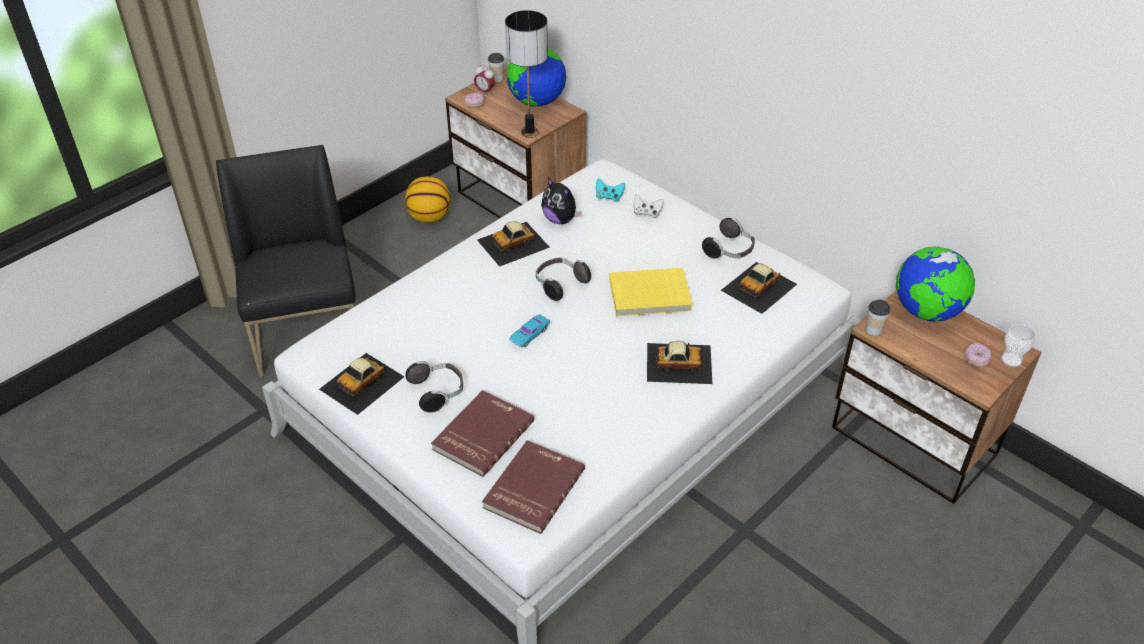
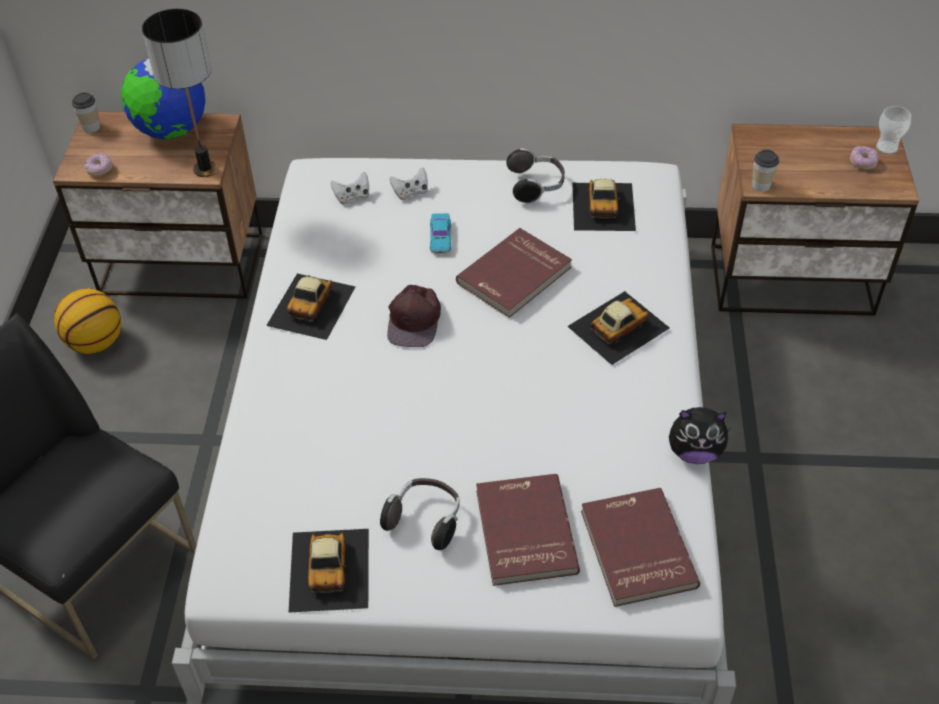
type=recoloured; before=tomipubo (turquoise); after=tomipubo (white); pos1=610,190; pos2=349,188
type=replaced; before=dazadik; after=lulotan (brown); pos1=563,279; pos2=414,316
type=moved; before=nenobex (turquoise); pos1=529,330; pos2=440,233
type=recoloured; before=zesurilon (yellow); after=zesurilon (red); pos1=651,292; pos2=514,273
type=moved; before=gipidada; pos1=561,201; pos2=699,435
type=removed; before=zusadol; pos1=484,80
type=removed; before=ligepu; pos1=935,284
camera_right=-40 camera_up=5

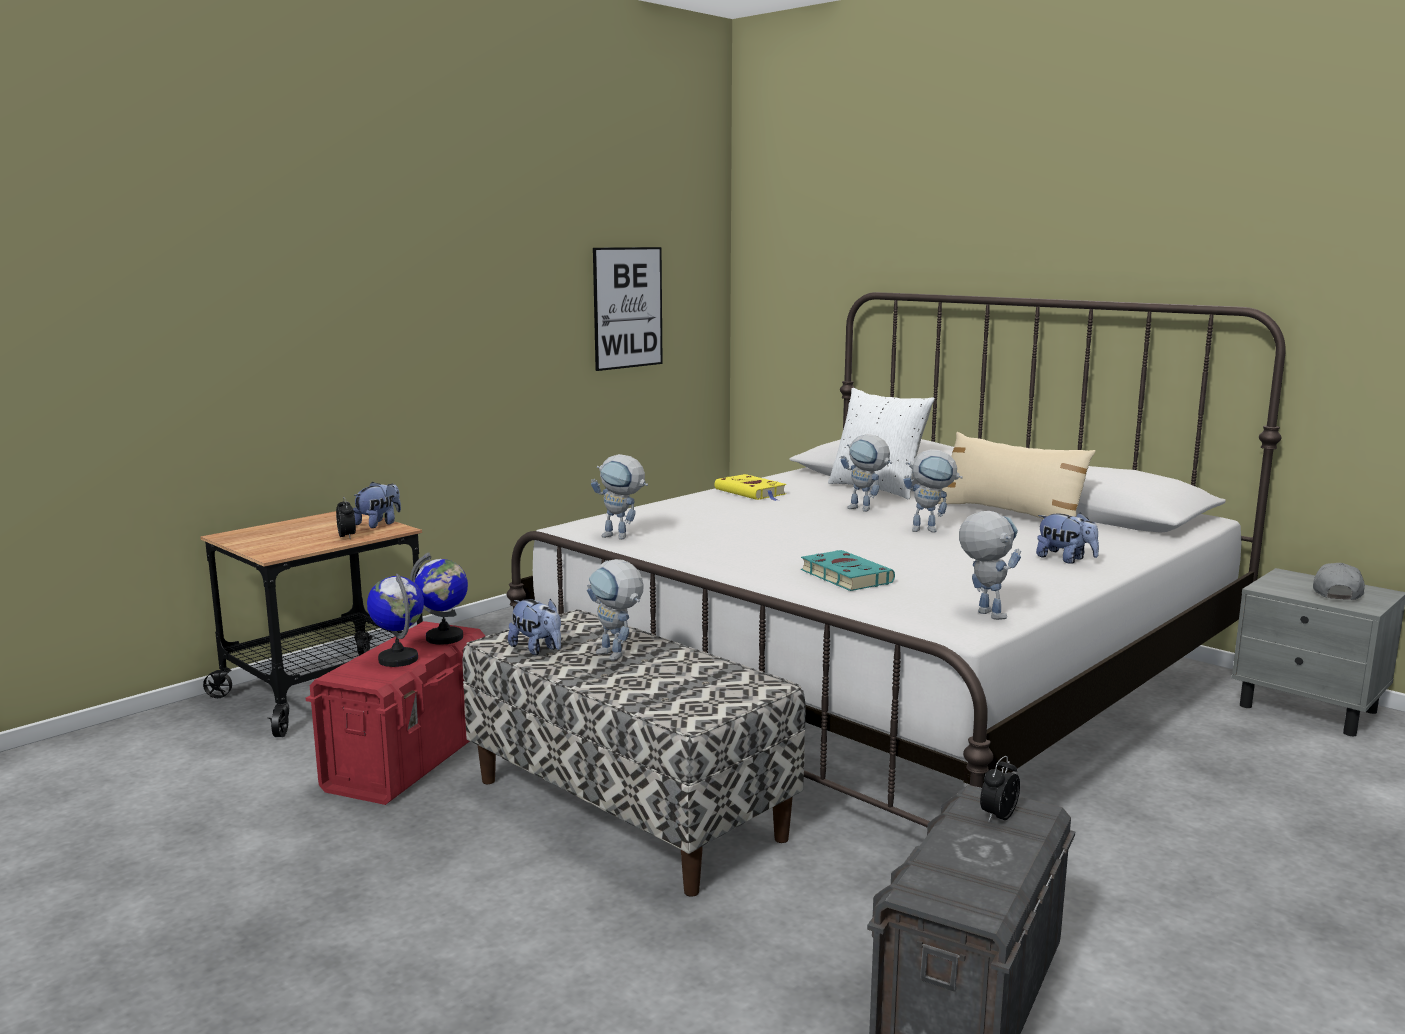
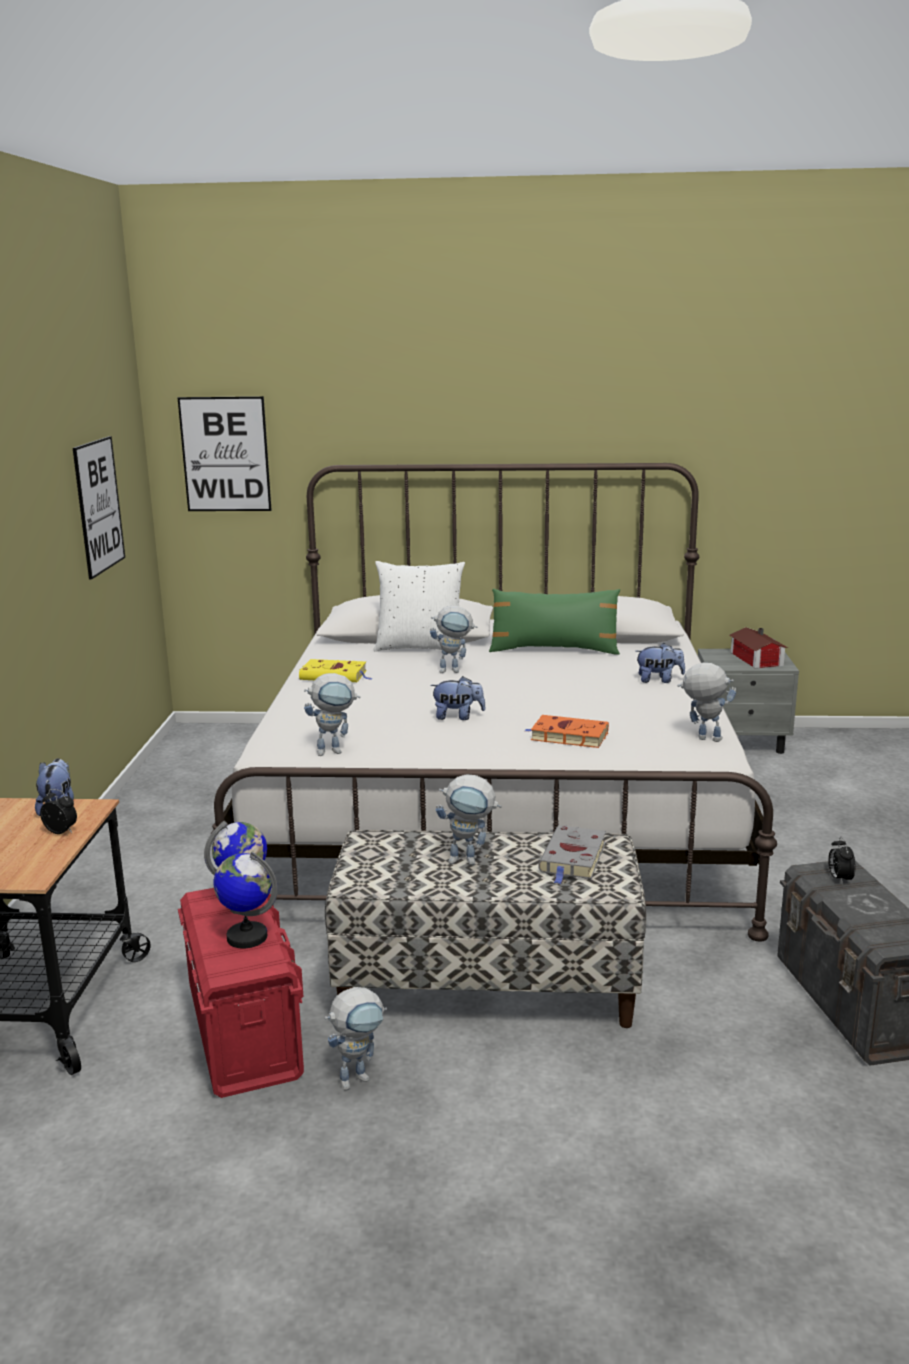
type=added; after=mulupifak; pos2=224,453
type=moved; before=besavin; pos1=933,491; pos2=356,1038
type=moved; before=gipidada; pos1=534,627; pos2=458,698
type=recoloured; before=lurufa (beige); after=lurufa (green); pos1=1017,475; pos2=554,622
type=recoloured; before=zesurilon (turquoise); after=zesurilon (orange); pos1=848,570; pos2=567,731
type=added; after=zesurilon (grey); pos2=572,854
type=replaced; before=lulotan (grey); after=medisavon; pos1=1339,581; pos2=758,647
camera_right=-40 camera_up=5

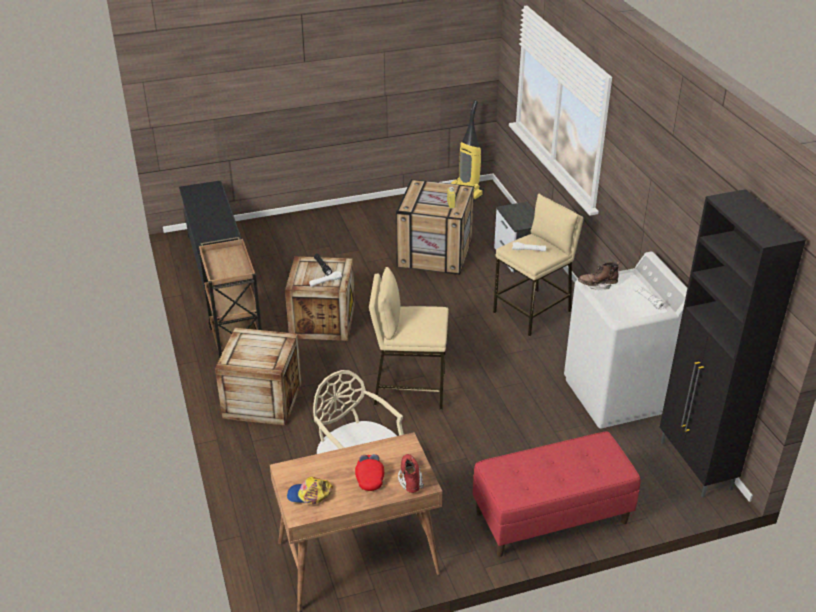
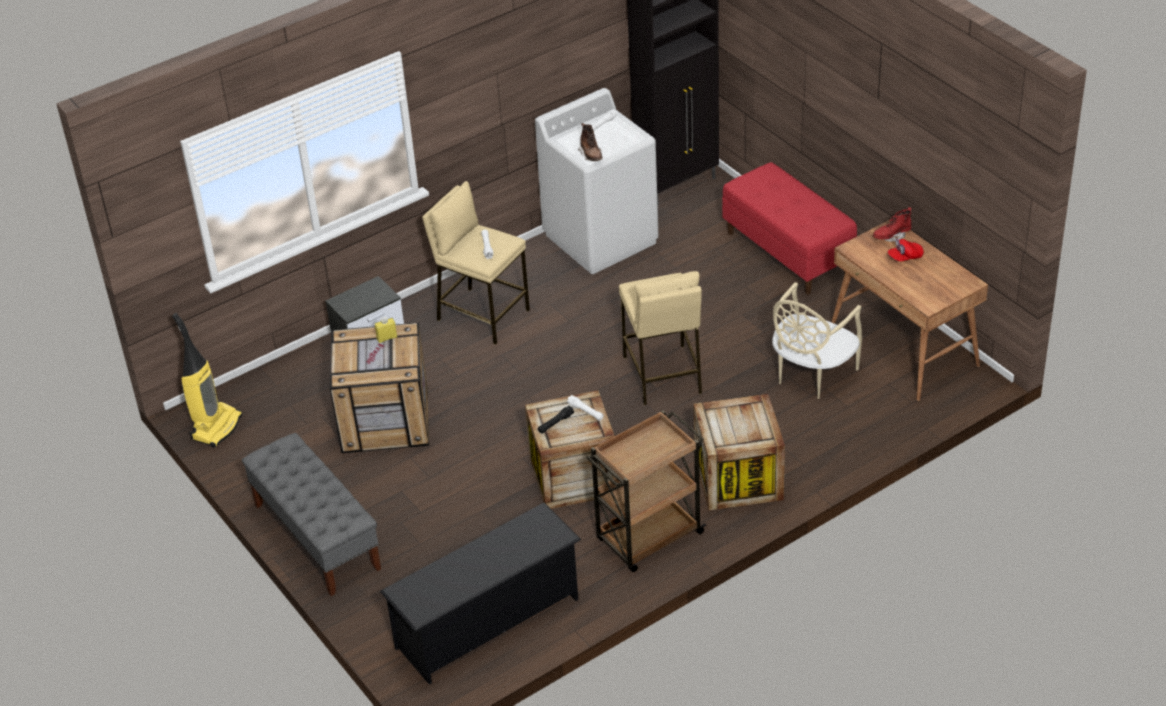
type=added; after=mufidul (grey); pos2=311,514
type=removed; before=lulotan; pos1=310,490
camera_right=-105 camera_up=5

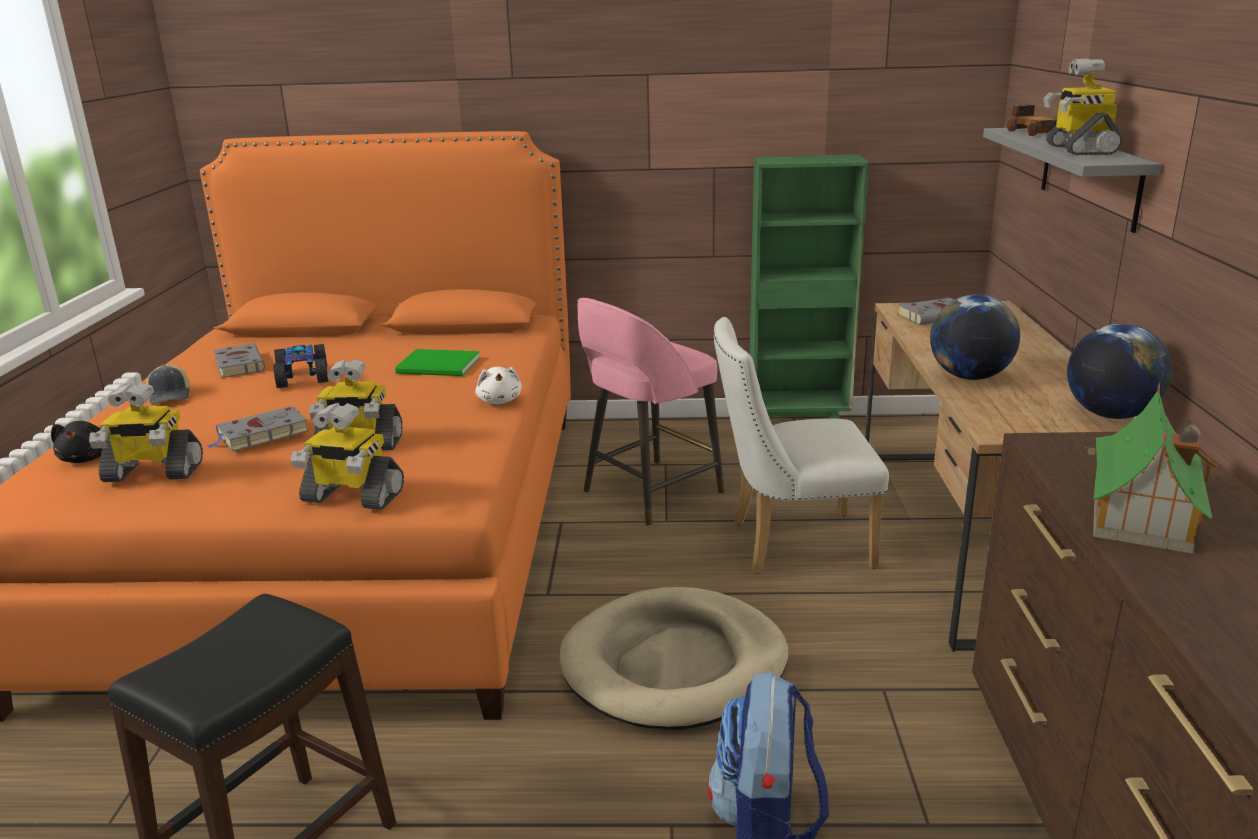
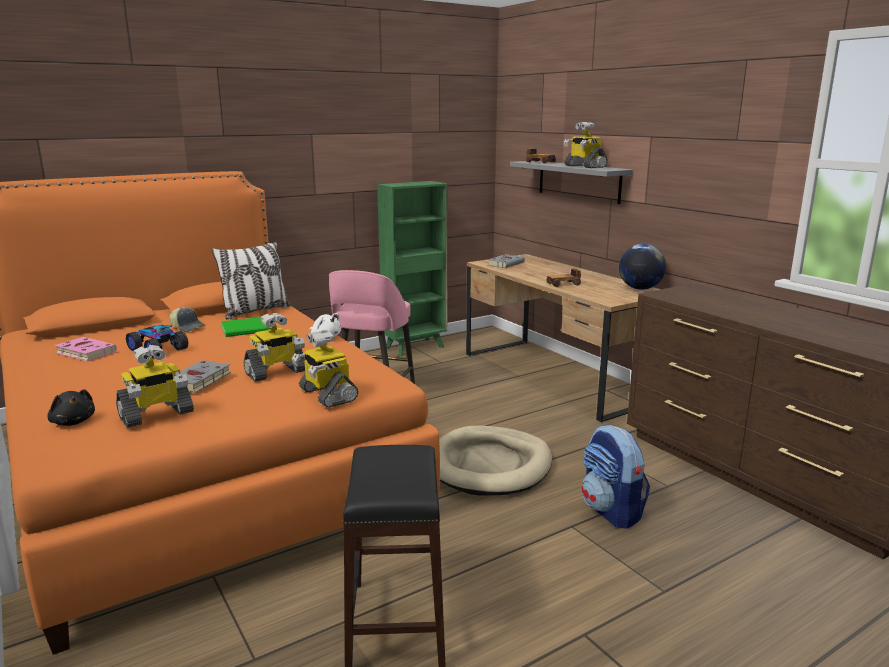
type=recoloured; before=zesurilon (grey); after=zesurilon (pink); pos1=239,361; pos2=85,349
type=moved; before=lulotan; pos1=168,384; pos2=187,319
type=added; after=lurufa; pos2=251,280
type=turned; before=besavin; pos1=347,456; pos2=325,369; turn=75
type=replaced; before=ligepu; after=nenobex; pos1=975,337; pos2=563,277
type=removed; before=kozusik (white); pos1=801,445
type=removed; before=medisavon; pos1=1150,467
camera_right=-35 camera_up=-5

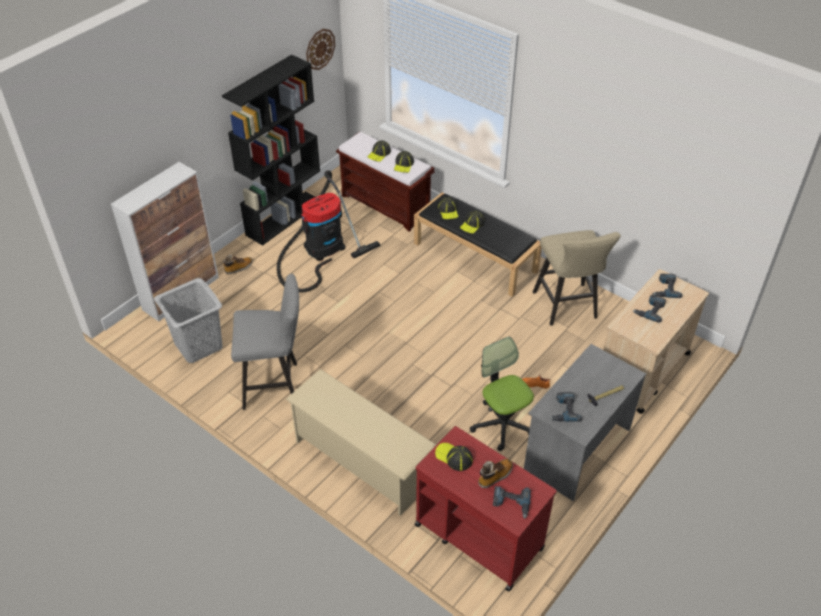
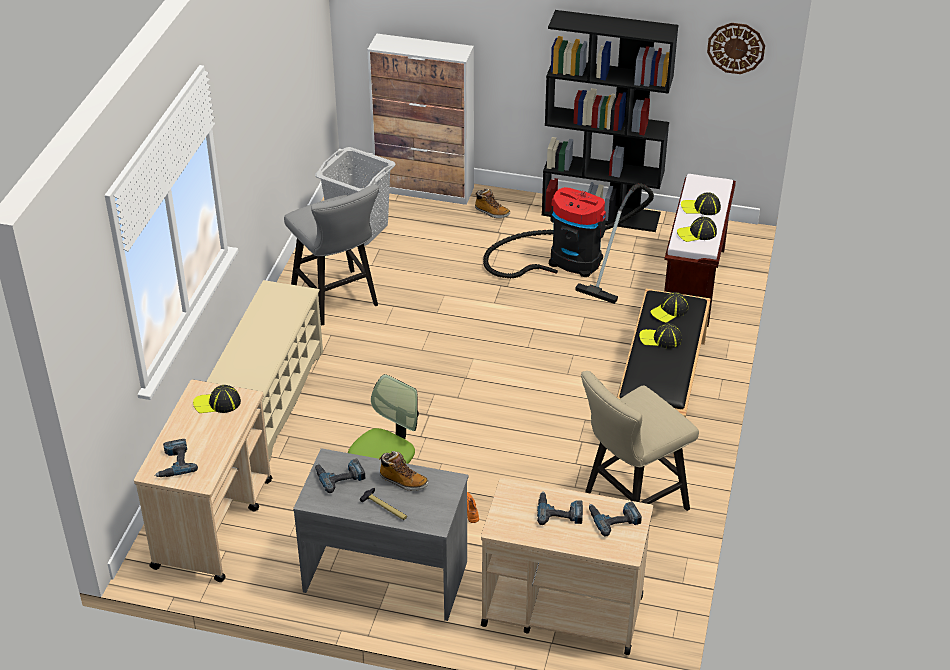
type=recoloured; before=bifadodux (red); after=bifadodux (beige); pos1=486,509; pos2=203,481
type=turned; before=lulotan; pos1=454,457; pos2=217,399; turn=-105
type=moved; before=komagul; pos1=495,473; pos2=403,471
camera_right=65 camera_up=-5

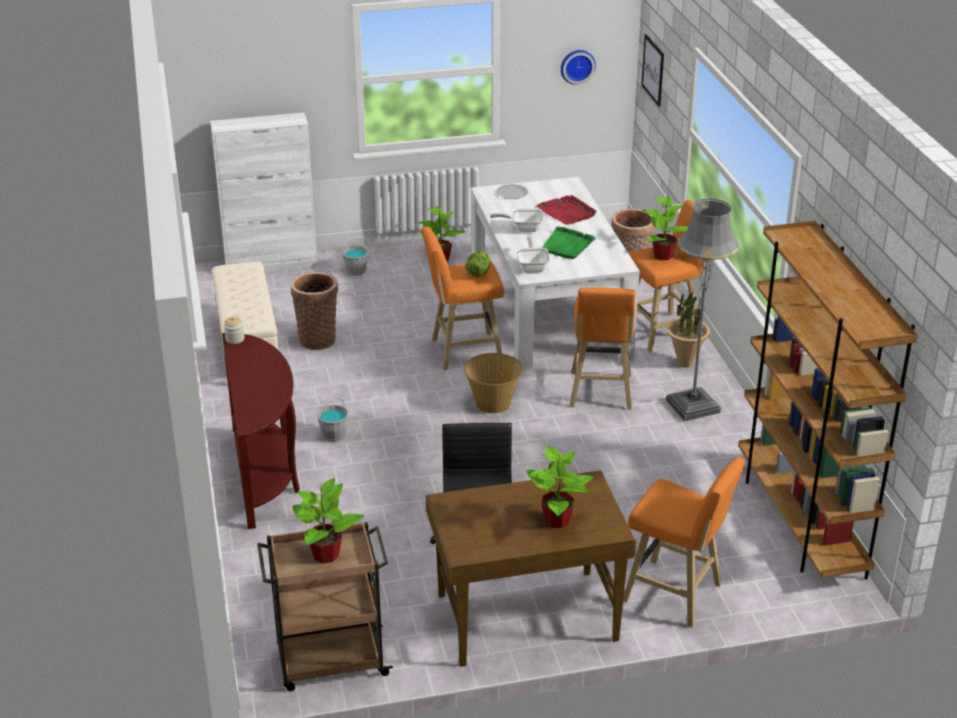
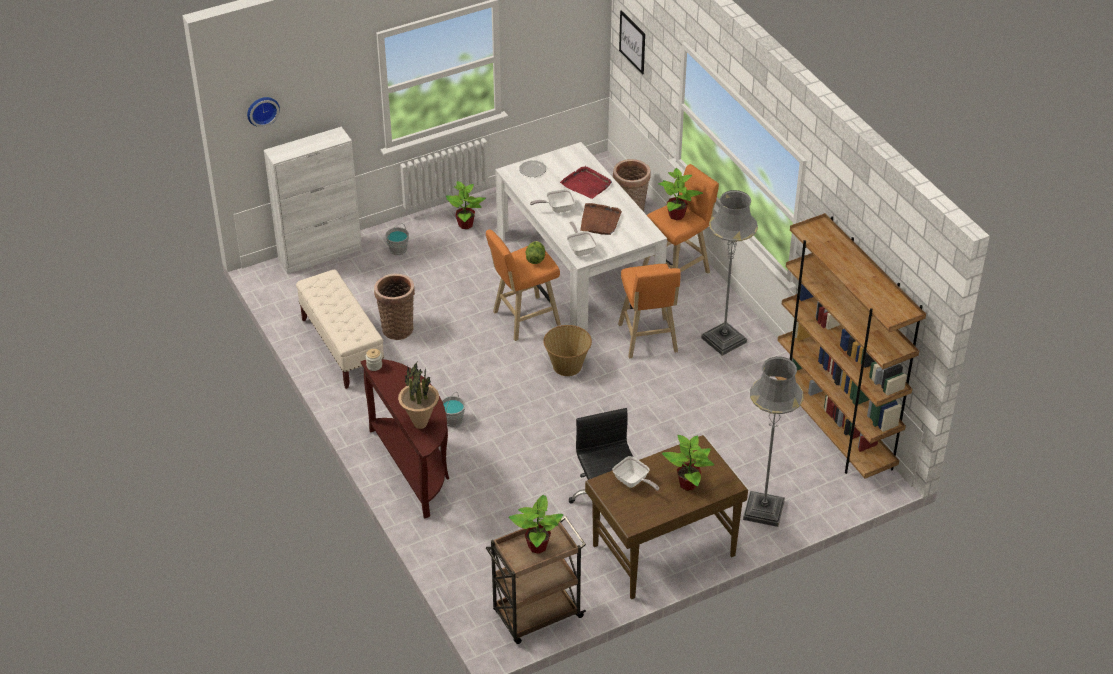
type=moved; before=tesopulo; pos1=578,67; pos2=263,112
type=moved; before=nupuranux; pos1=688,329; pos2=418,394
type=recoloured; before=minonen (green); after=minonen (brown); pos1=569,243; pos2=601,219
type=added; after=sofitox; pos2=635,473
type=replaced; before=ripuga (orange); after=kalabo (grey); pos1=684,542; pos2=773,442
camera_right=-15 camera_up=10

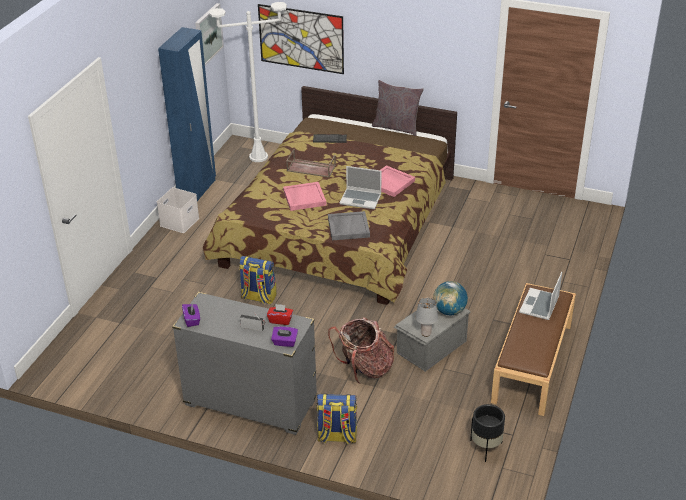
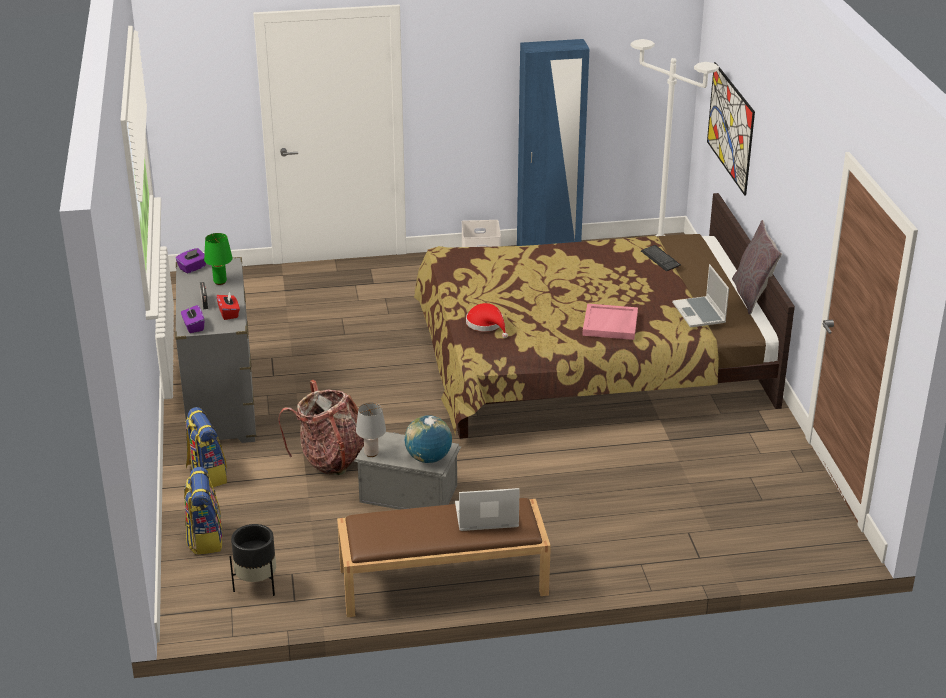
type=moved; before=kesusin; pos1=258,280; pos2=203,511
type=added; after=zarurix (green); pos2=218,259
type=replaced; before=minonen (grey); after=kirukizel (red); pos1=349,225; pos2=487,320
type=moved; before=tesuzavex; pos1=361,187; pos2=700,296
type=removed; before=mulupifak; pos1=209,34
type=removed; before=minonen (pink); pos1=305,196
type=removed; before=minonen (brown); pos1=311,163
camera_right=60 camera_up=-5

